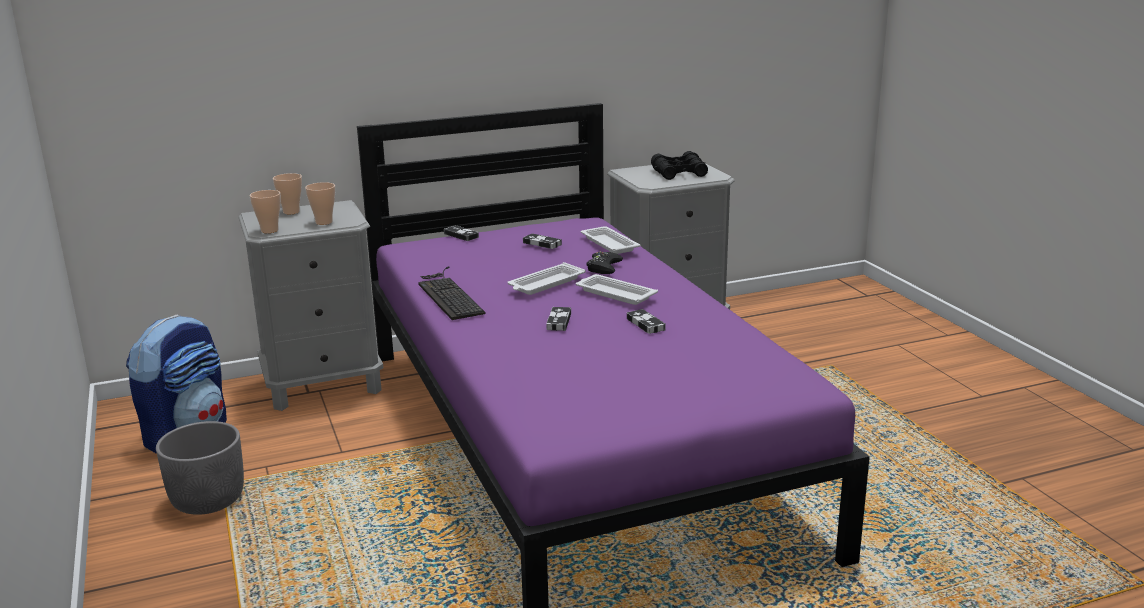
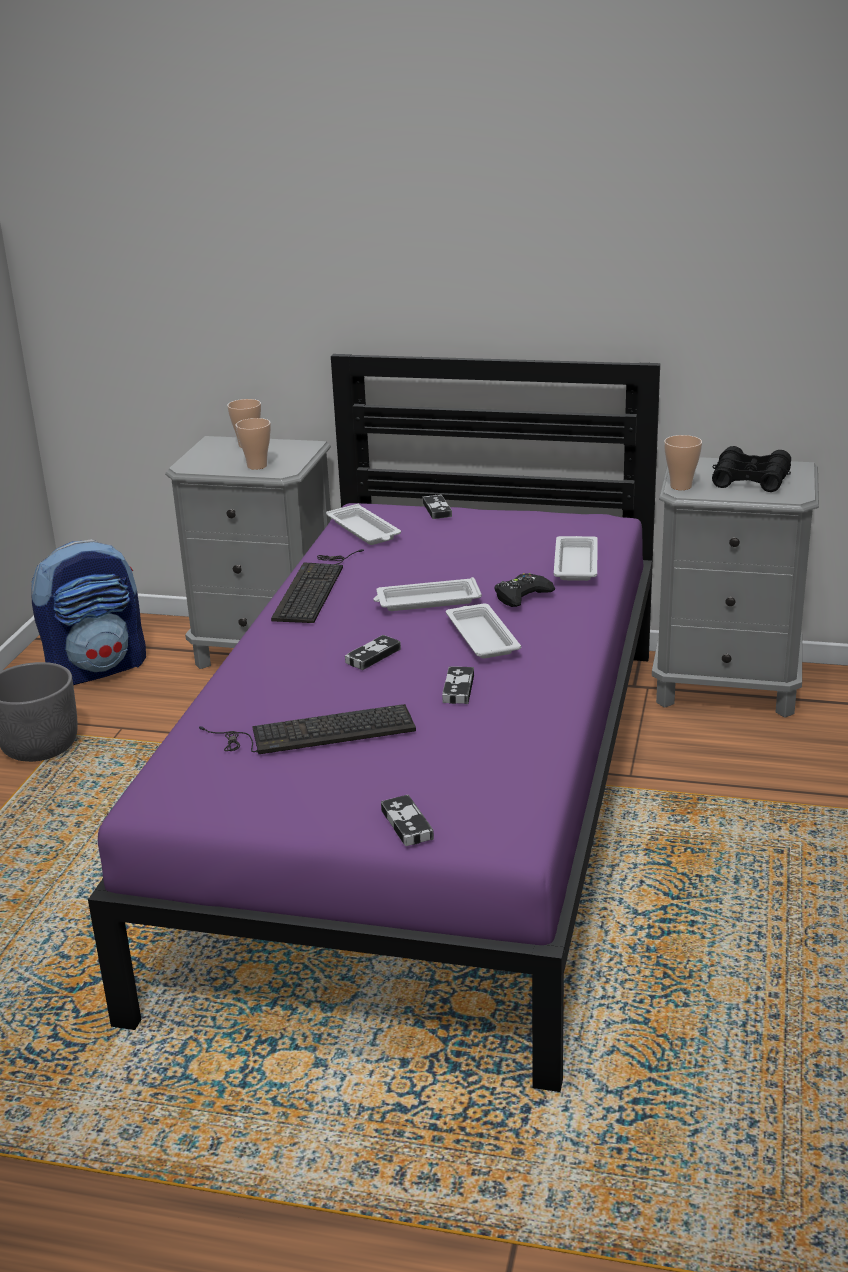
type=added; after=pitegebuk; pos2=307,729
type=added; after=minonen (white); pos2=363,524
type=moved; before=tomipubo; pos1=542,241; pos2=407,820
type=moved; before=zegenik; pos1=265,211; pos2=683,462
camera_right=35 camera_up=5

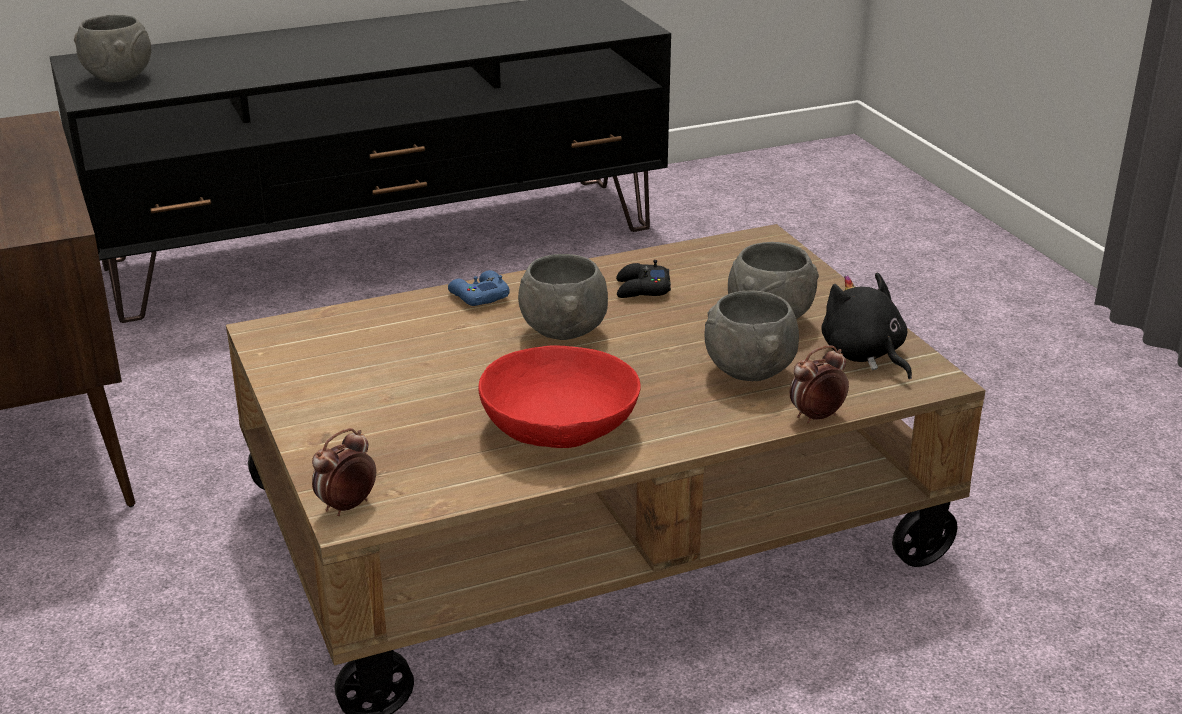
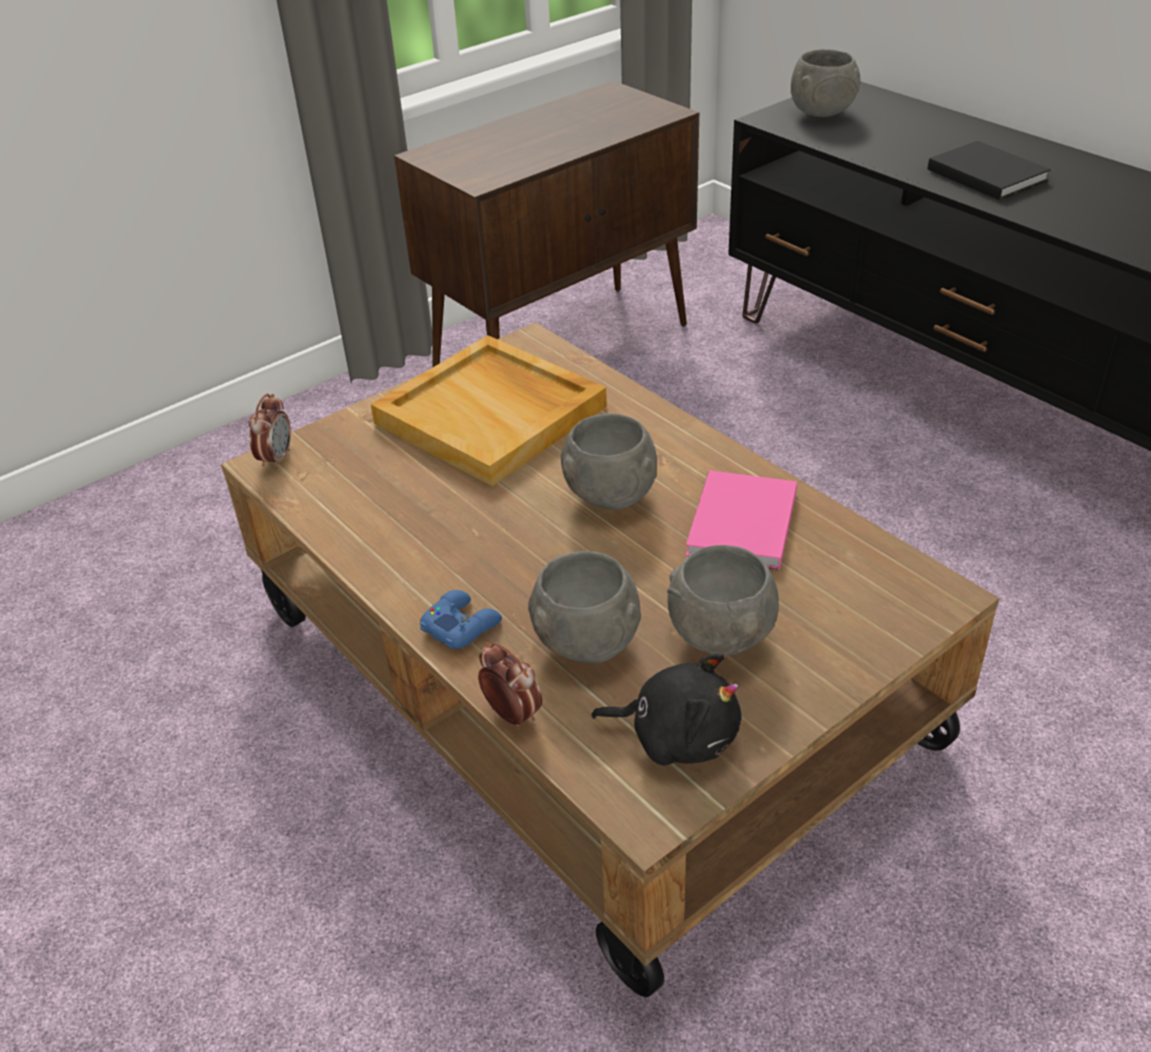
type=turned; before=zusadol; pos1=344,472; pos2=270,431; turn=75
type=added; after=minonen (beige); pos2=489,410
type=moved; before=tomipubo (blue); pos1=479,288; pos2=461,619
type=turned; before=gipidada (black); pos1=866,325; pos2=666,709; turn=60
type=replaced; before=tomipubo (black); after=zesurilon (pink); pos1=643,279; pos2=741,520
type=added; after=zesurilon (black); pos2=989,170
type=removed; before=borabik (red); pos1=559,396
camera_right=75 camera_up=10

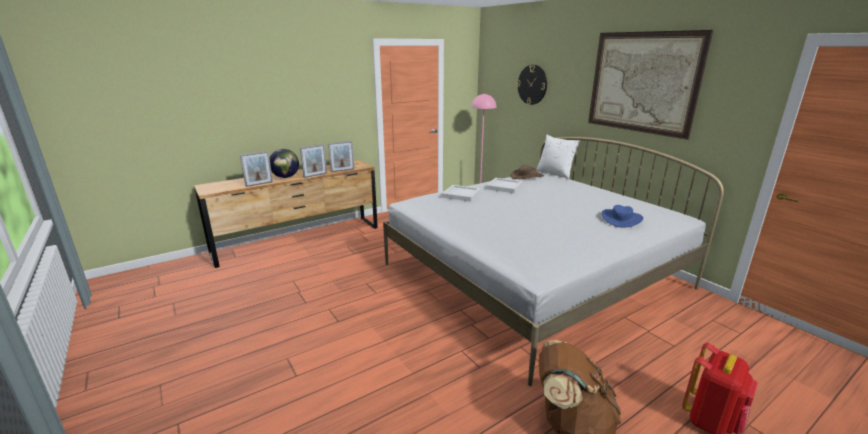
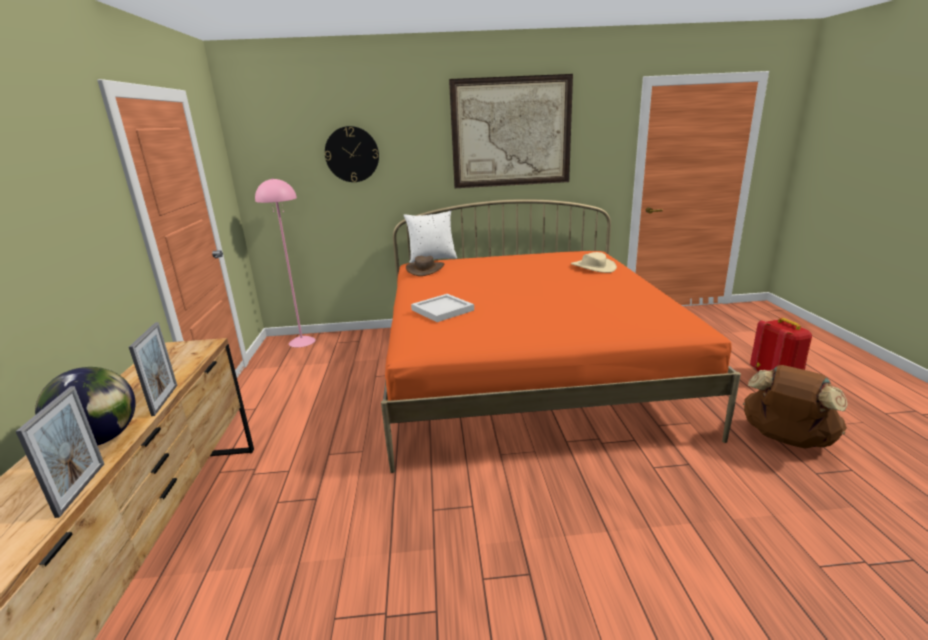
type=recoloured; before=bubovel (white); after=bubovel (orange); pos1=553,261; pos2=561,336
type=recoloured; before=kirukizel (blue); after=kirukizel (beige); pos1=622,216; pos2=594,262
type=removed; before=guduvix; pos1=341,156
type=removed; before=minonen (white); pos1=504,185
camera_right=-60 camera_up=0

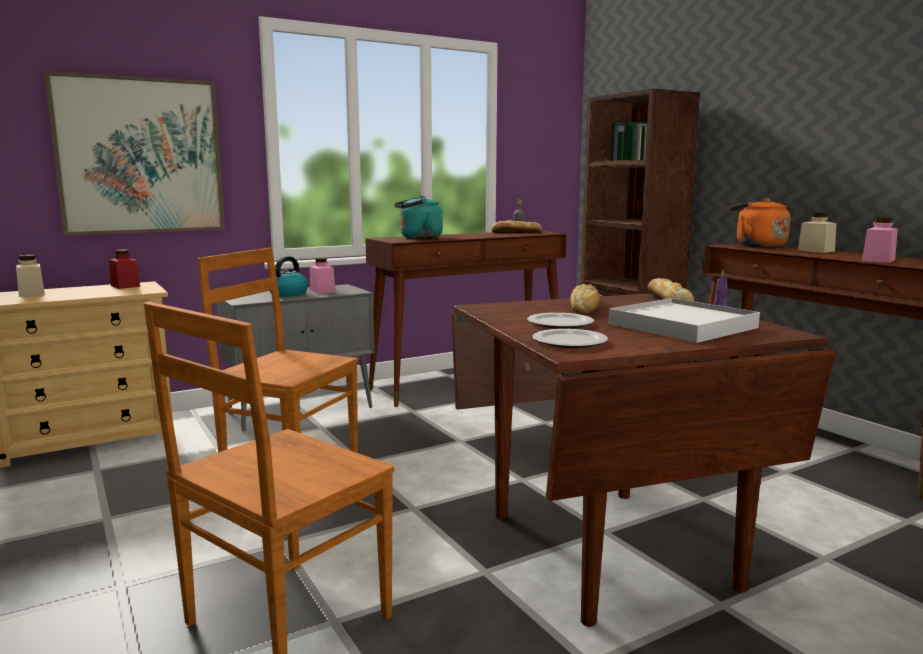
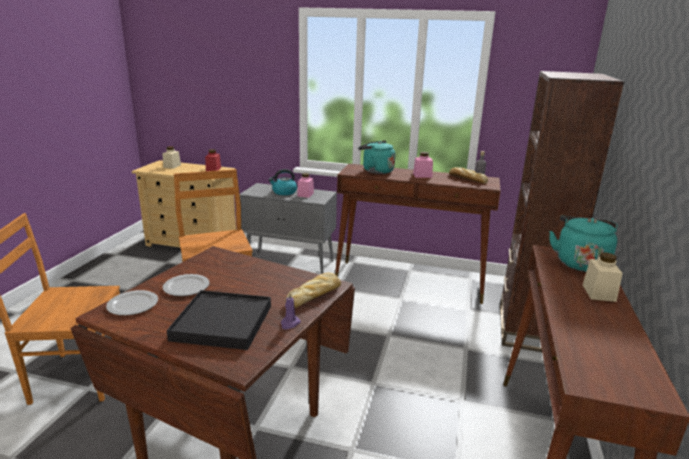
type=recoloured; before=minonen (white); after=minonen (black); pos1=684,320; pos2=219,320
type=moved; before=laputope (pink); pos1=880,240; pos2=423,165
type=recoloured; before=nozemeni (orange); after=nozemeni (turquoise); pos1=759,222; pos2=583,244
type=removed; before=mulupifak; pos1=134,153
type=removed; before=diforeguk; pos1=585,299
camera_right=45 camera_up=10

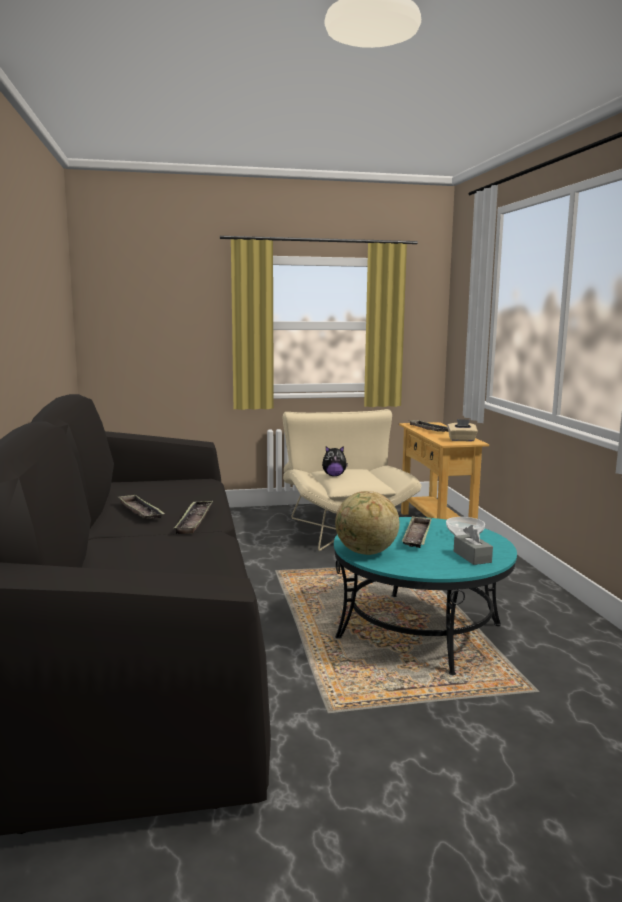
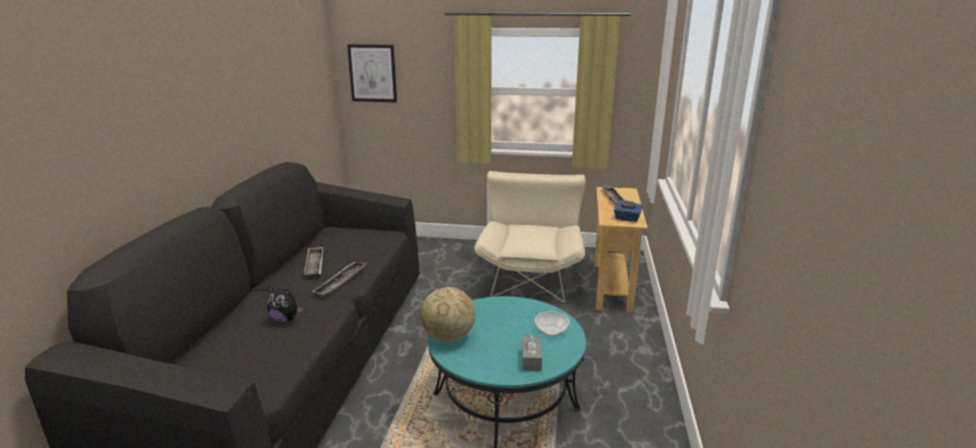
type=moved; before=gipidada; pos1=335,461; pos2=285,304
type=added; after=mulupifak; pos2=372,73
type=recoloured; before=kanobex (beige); after=kanobex (blue); pos1=462,430; pos2=628,211
type=removed; before=minonen; pos1=417,532
camera_right=20 camera_up=10

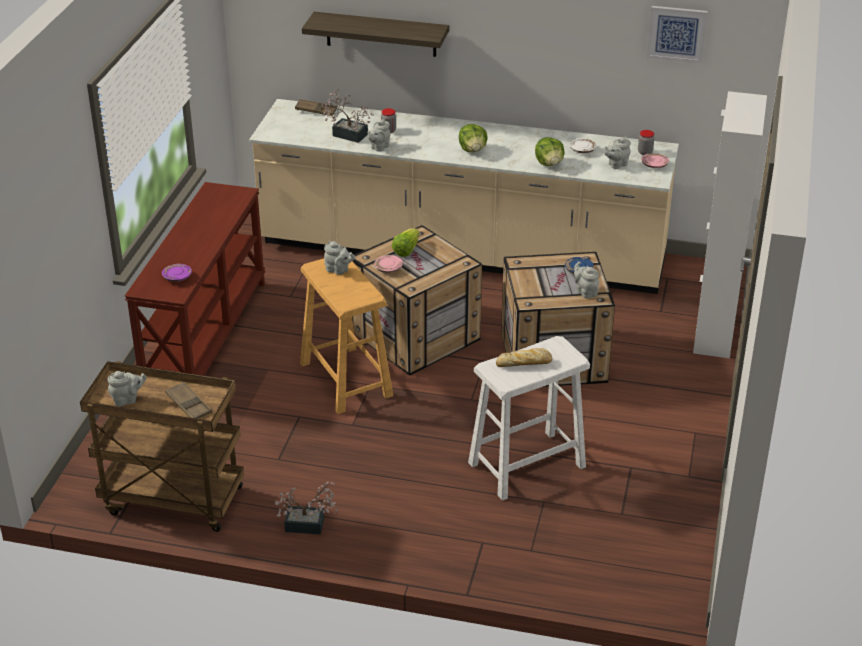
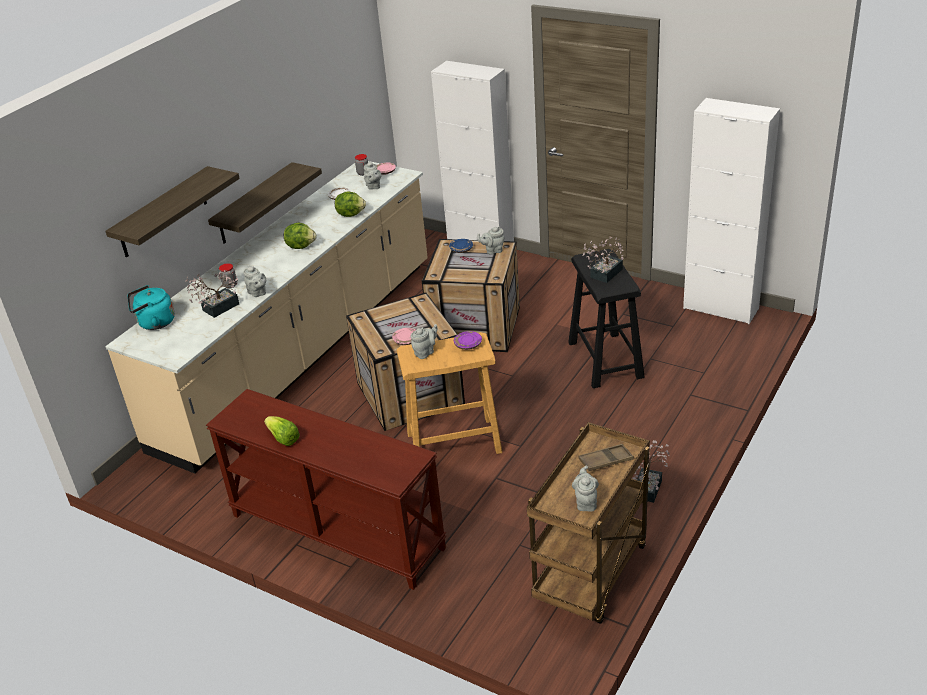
type=replaced; before=minonen (brown); after=nozemeni (turquoise); pos1=316,107; pos2=151,307
type=added; after=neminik; pos2=265,203
type=moved; before=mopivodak; pos1=406,242; pos2=282,431
type=moved; before=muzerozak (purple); pos1=177,273; pos2=468,340
type=recoloured; before=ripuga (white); after=ripuga (black); pos1=529,418; pos2=606,318
type=replaced; before=diforeguk; after=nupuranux; pos1=524,357; pos2=603,260
type=added; after=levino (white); pos2=731,211
type=removed; before=mulupifak; pos1=677,34
camera_right=-70 camera_up=0

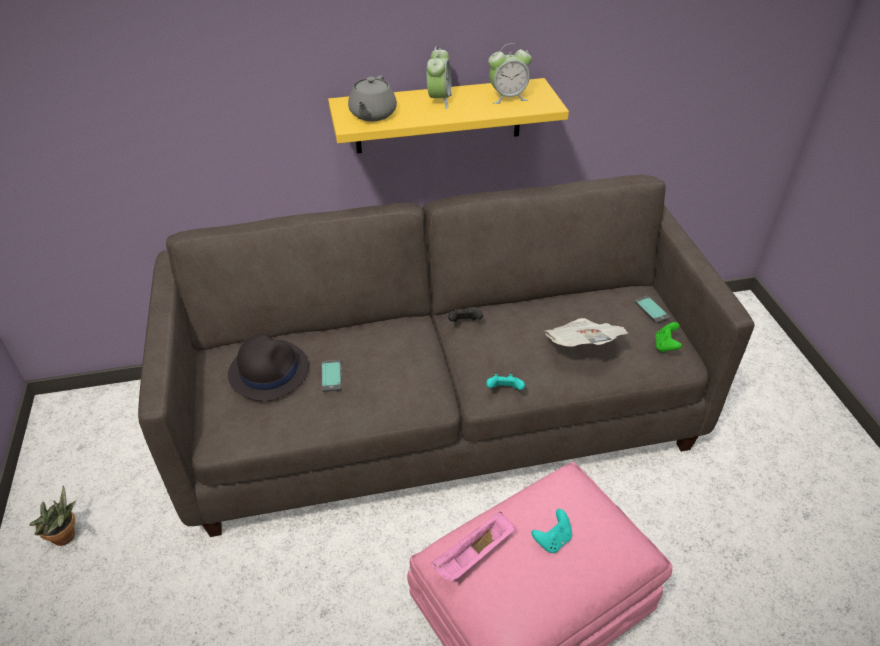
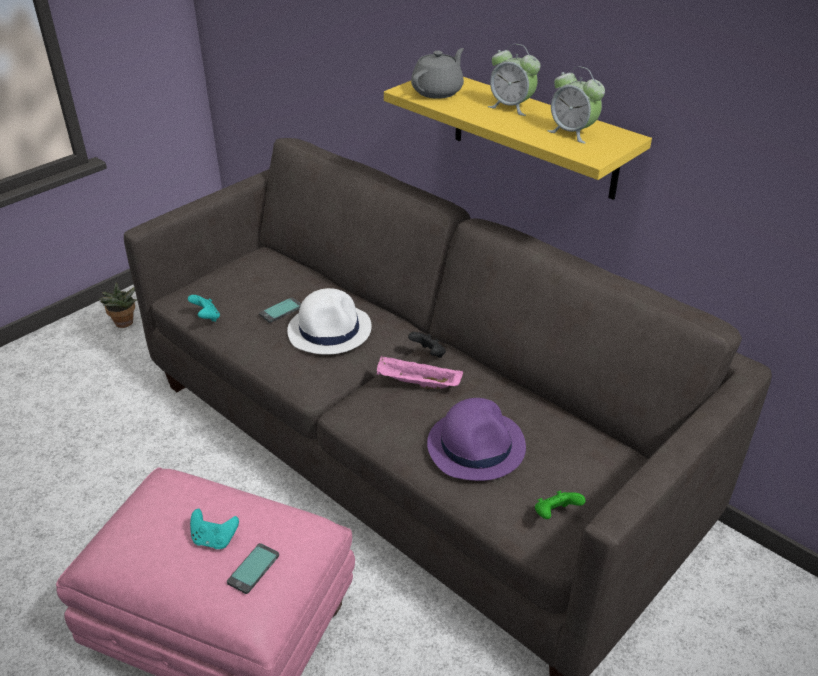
type=moved; before=tomipubo (turquoise); pos1=505,382; pos2=204,308
type=moved; before=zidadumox; pos1=652,310; pos2=253,568
type=added; after=kirukizel (white); pos2=329,321
type=moved; before=minonen (pink); pos1=473,547; pos2=420,372
type=turned; before=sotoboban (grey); pos1=372,98; pos2=437,73; turn=150
type=replaced; before=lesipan; after=kirukizel (purple); pos1=586,332; pos2=476,439
type=turned; before=zusadol; pos1=439,77; pos2=514,80; turn=60
type=removed; before=kirukizel (black); pos1=268,367
camera_right=55 camera_up=-5

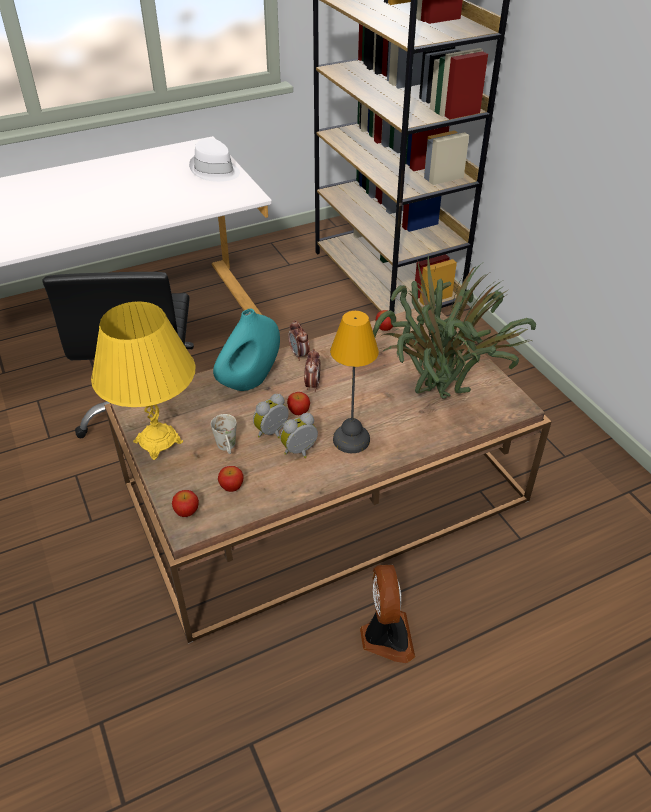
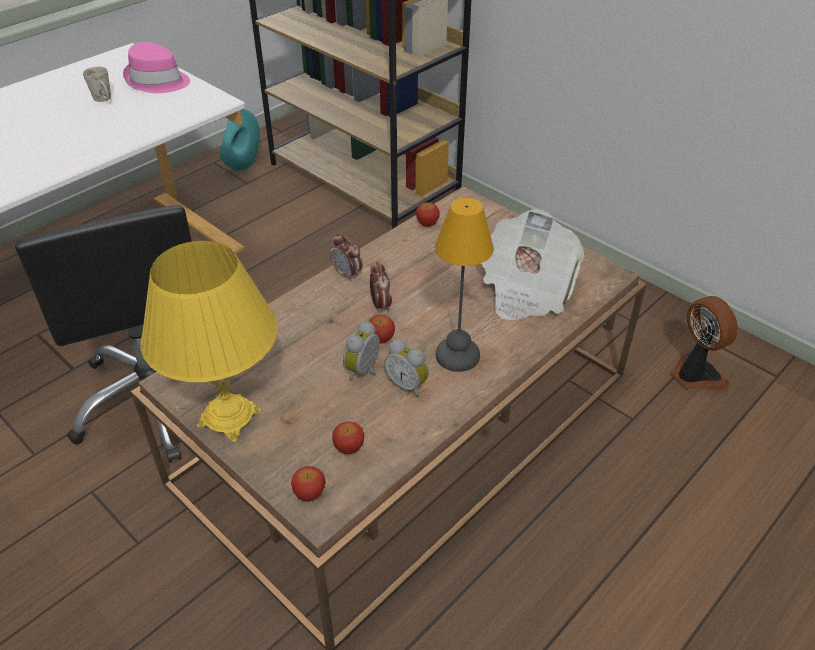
type=moved; before=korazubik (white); pos1=224,434; pos2=97,84
type=recoloured; before=kirukizel (white); after=kirukizel (pink); pos1=214,160; pos2=156,67
type=moved; before=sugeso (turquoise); pos1=246,350; pos2=240,140
type=turned; before=zusadol; pos1=299,435; pos2=406,368; turn=-90
type=replaced; before=nupuranux; after=lesipan; pos1=454,327; pos2=532,264
type=moved; before=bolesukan; pos1=387,614; pos2=704,343
camera_right=-20 camera_up=0

